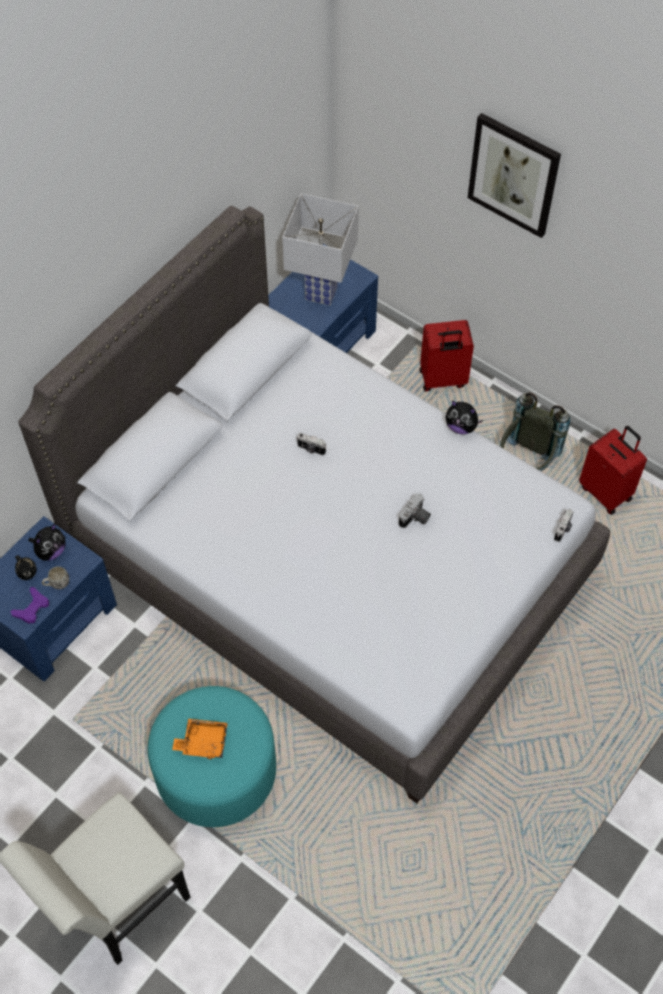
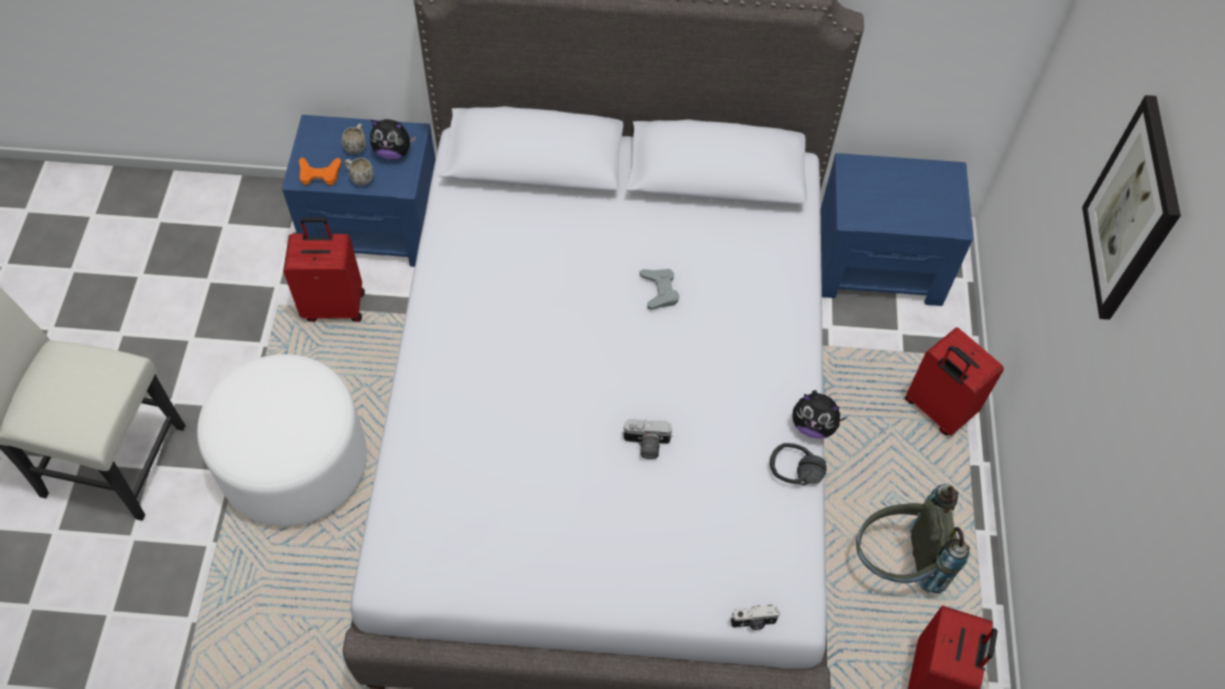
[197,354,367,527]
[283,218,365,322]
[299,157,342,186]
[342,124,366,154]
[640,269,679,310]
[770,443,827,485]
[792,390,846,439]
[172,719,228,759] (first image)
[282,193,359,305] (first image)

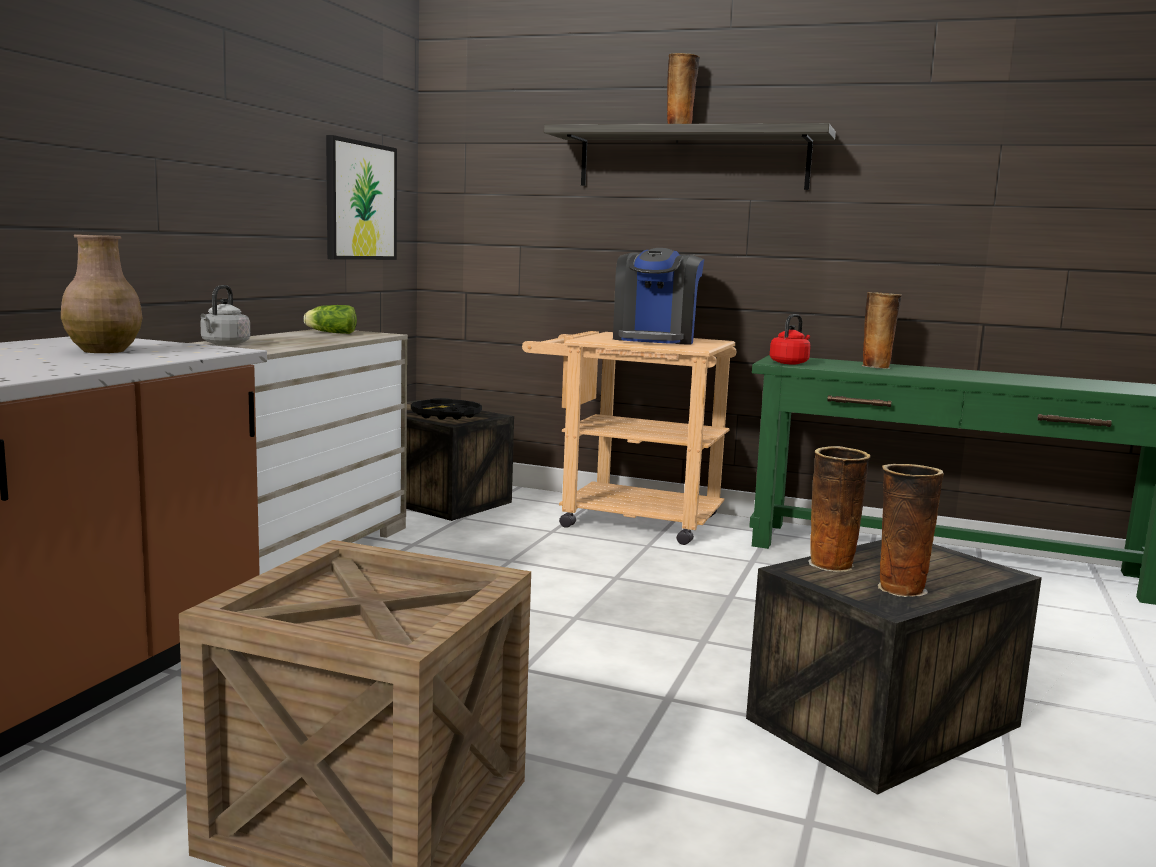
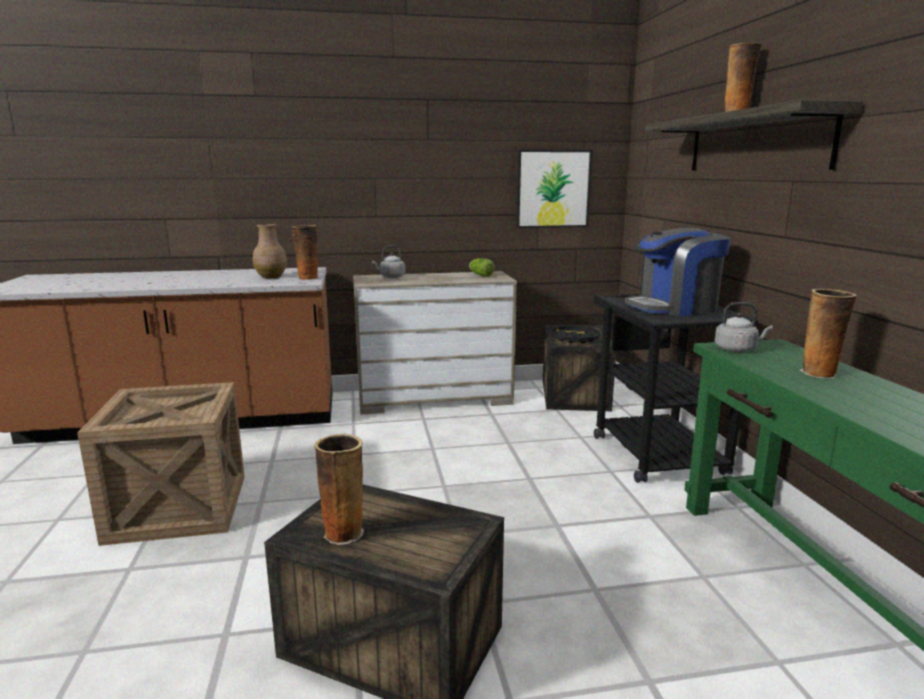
[291,225,319,280]
[593,294,759,483]
[715,302,773,352]

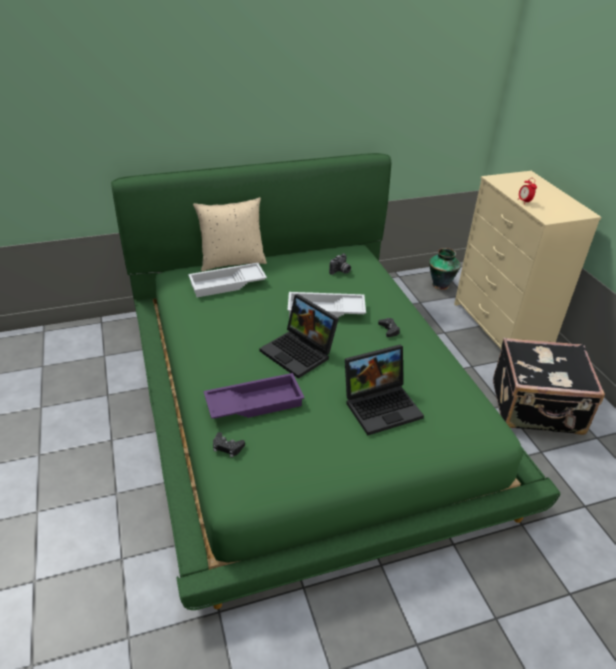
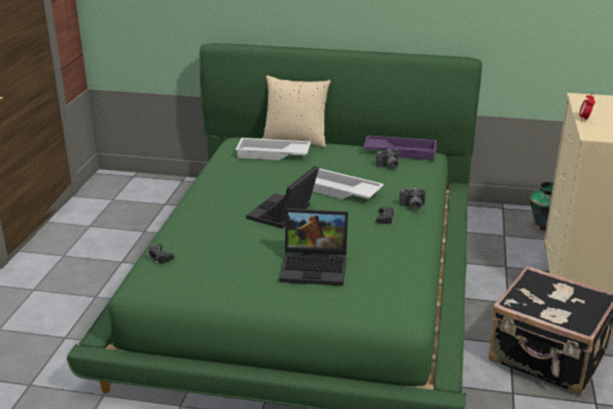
[246,166,319,229]
[364,135,437,160]
[399,188,426,210]

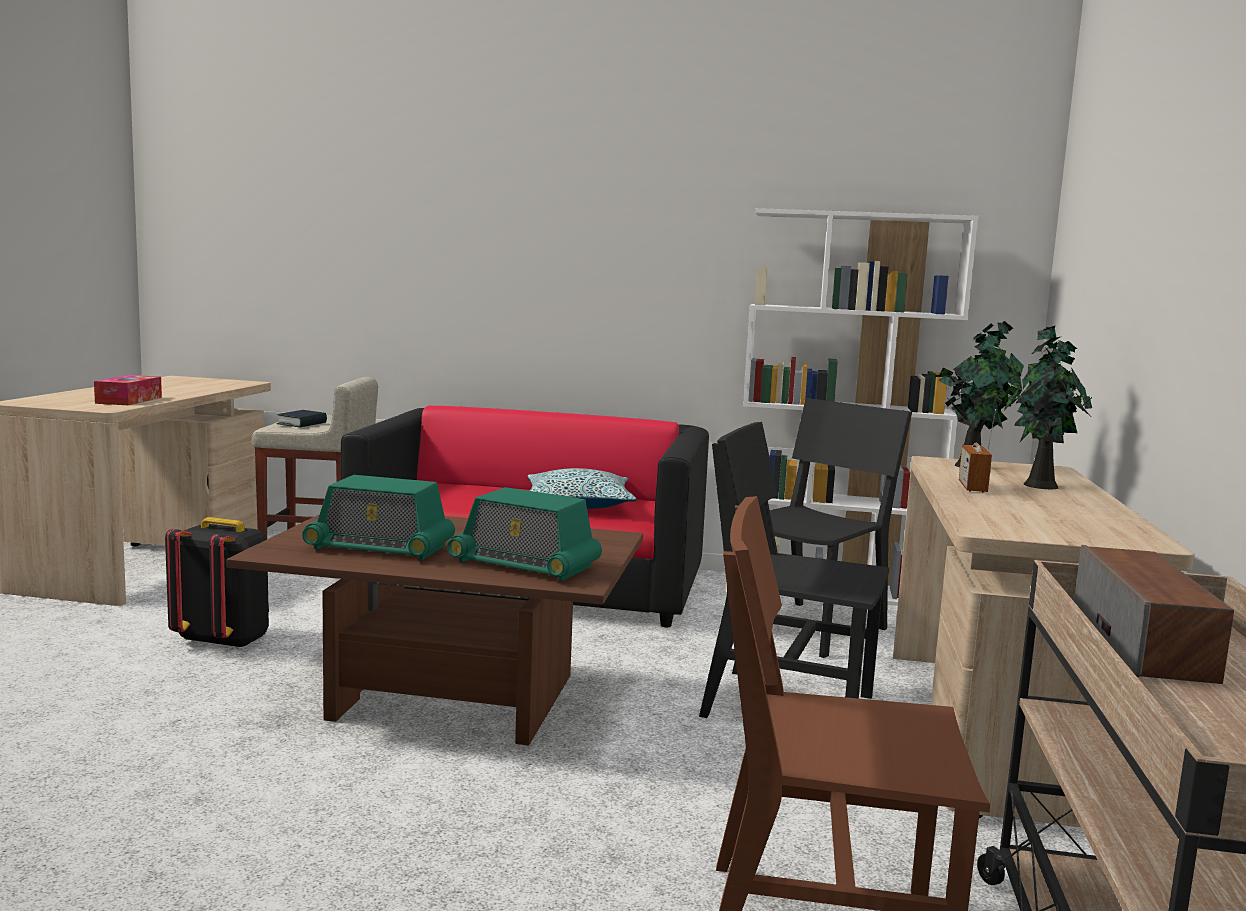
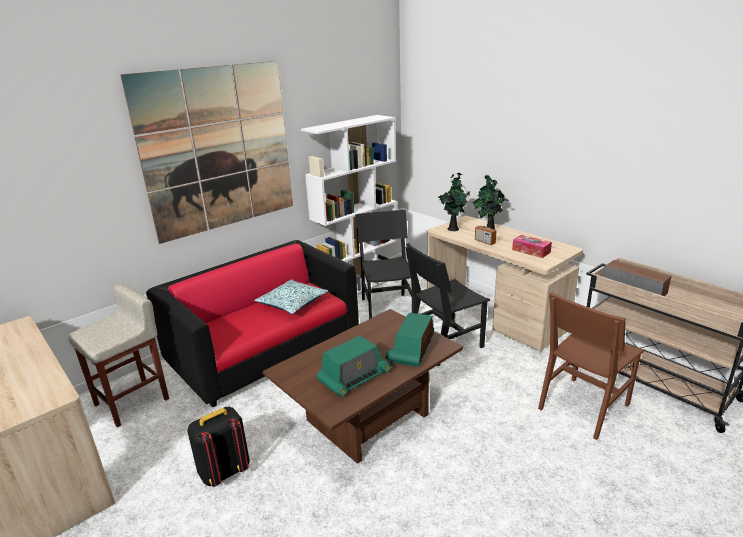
[120,61,293,244]
[386,313,434,367]
[512,235,552,258]
[276,410,327,428] (first image)

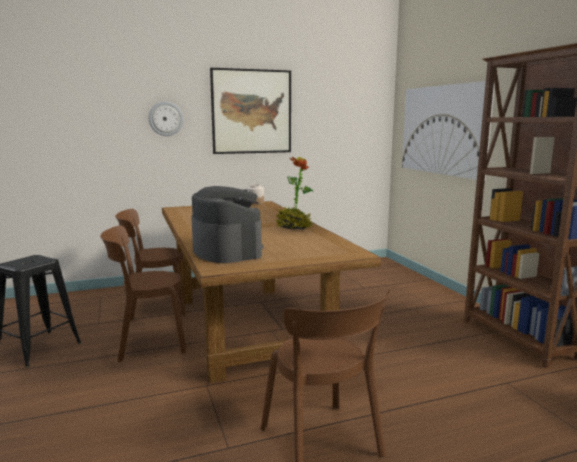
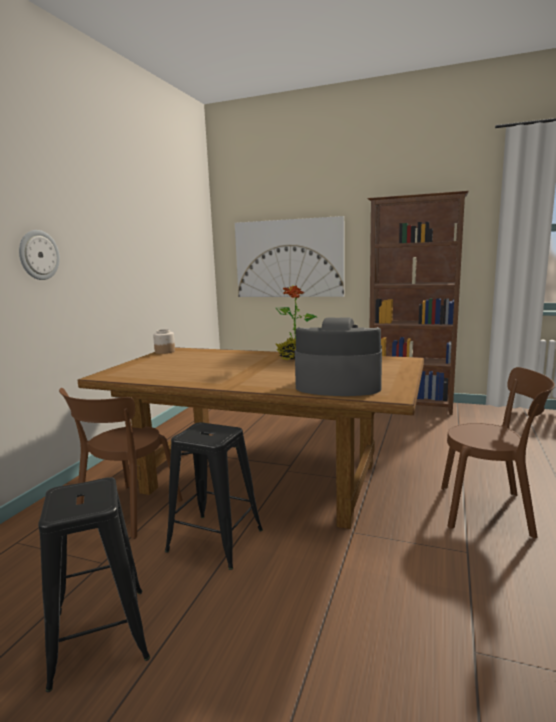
[165,422,263,570]
[210,68,291,154] (first image)

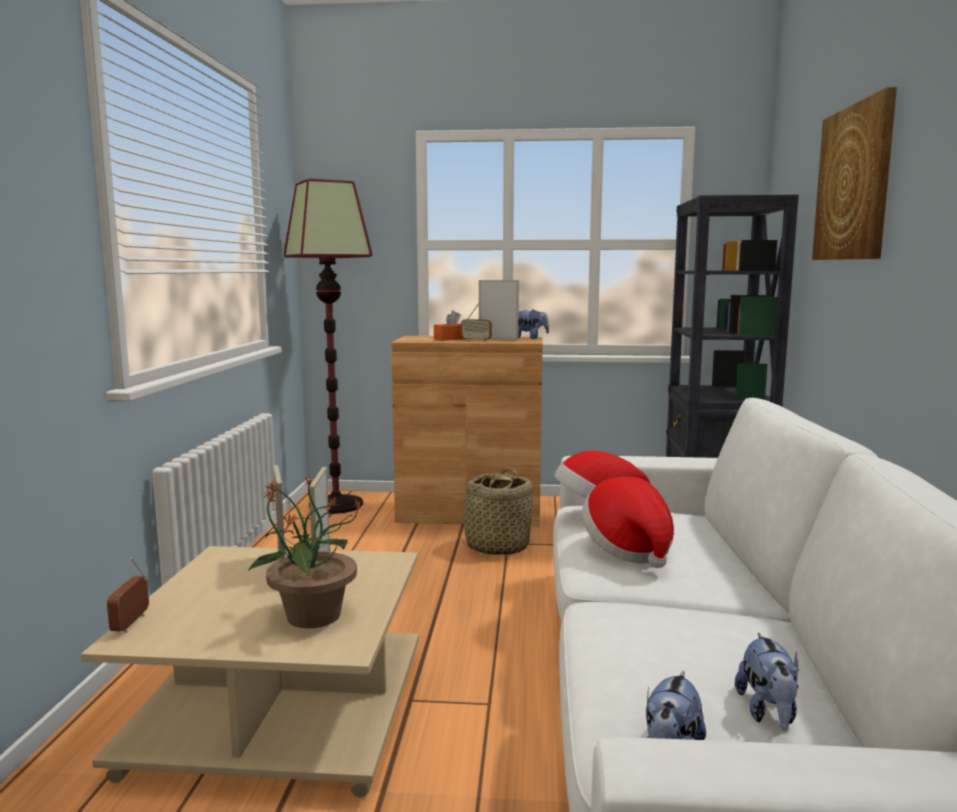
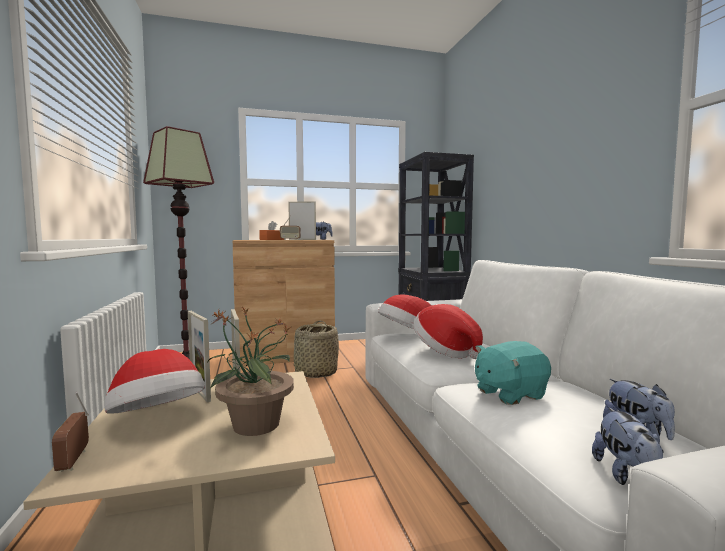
[104,349,205,414]
[475,341,551,405]
[812,87,897,260] (first image)

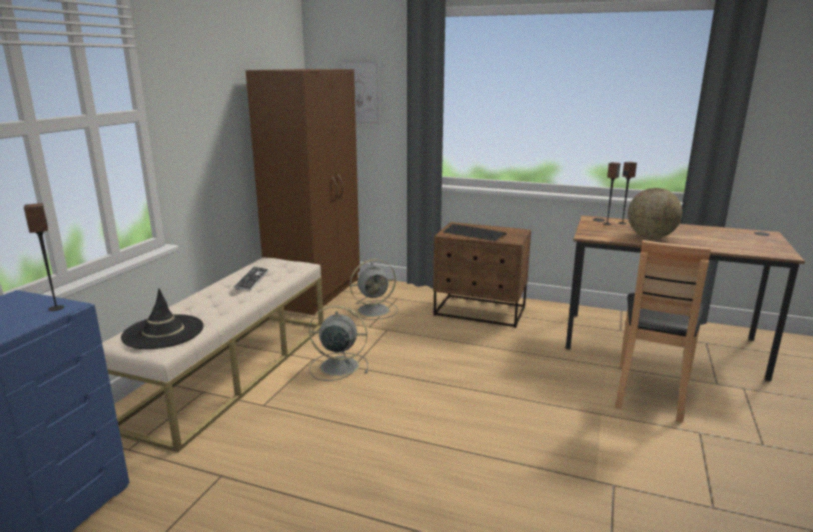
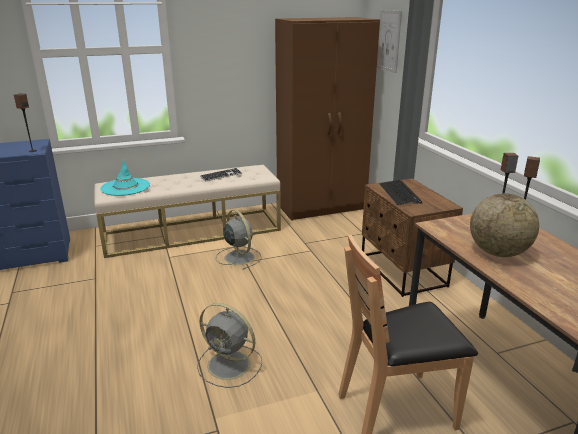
[100,160,150,196]
[197,303,262,388]

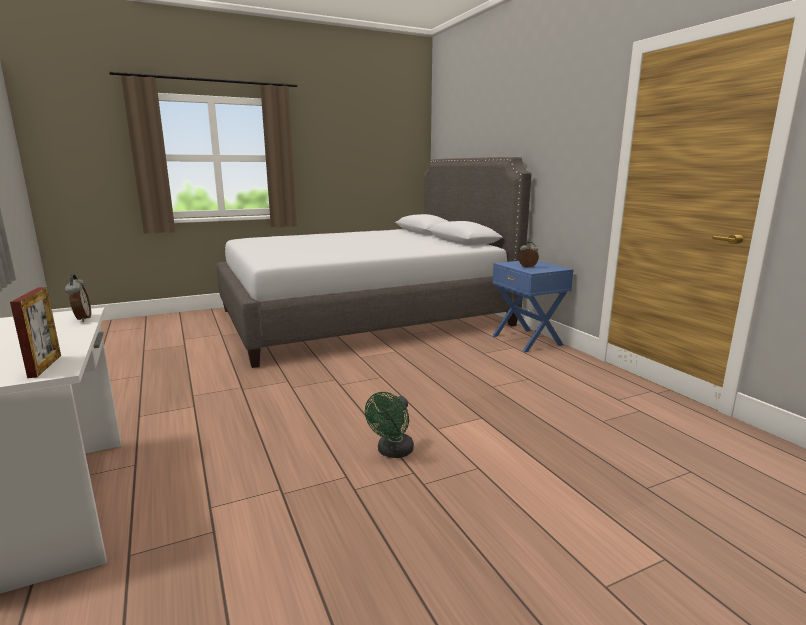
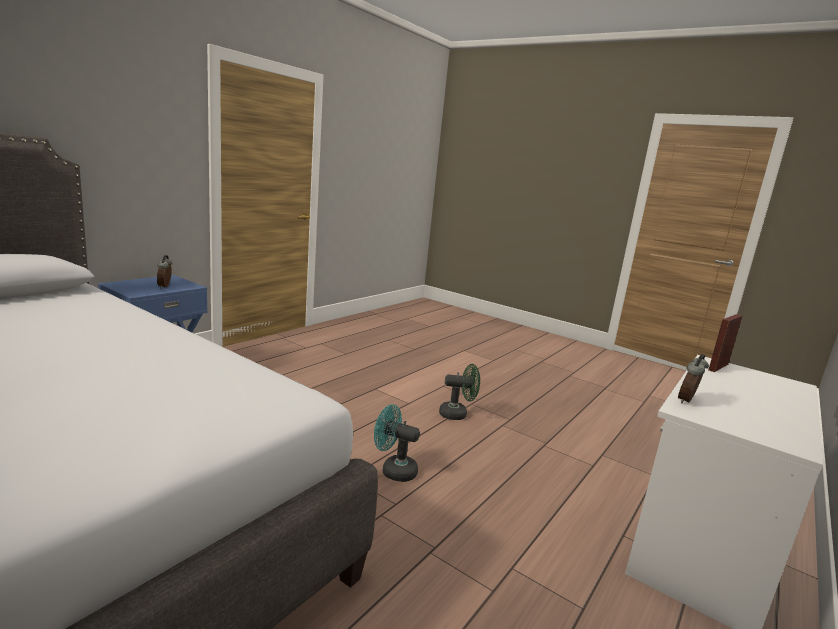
[374,404,420,482]

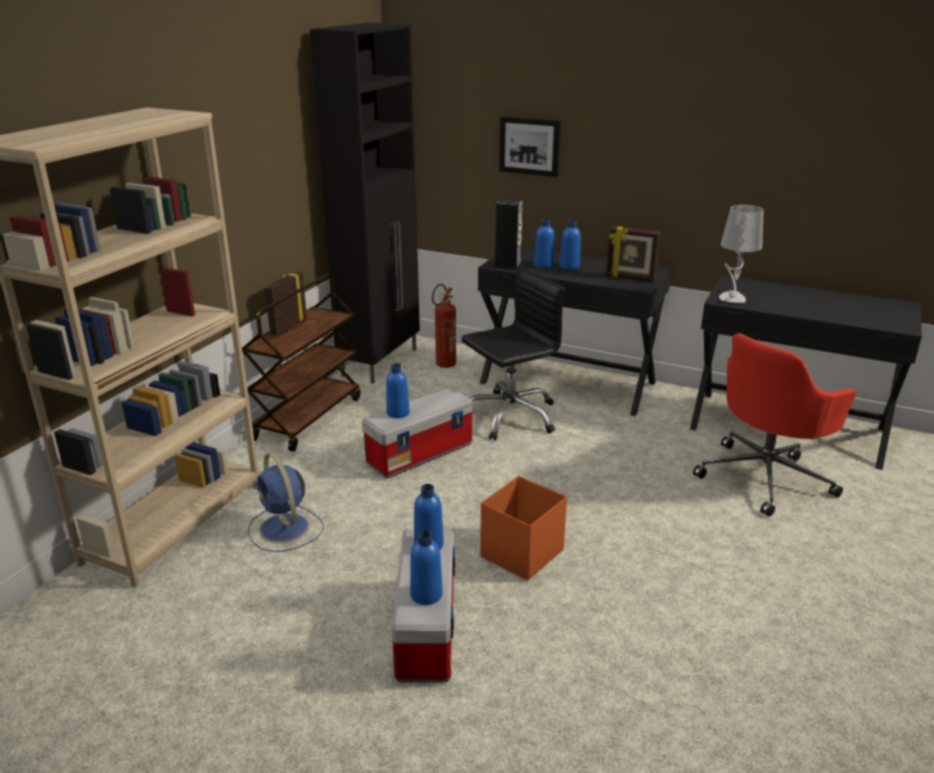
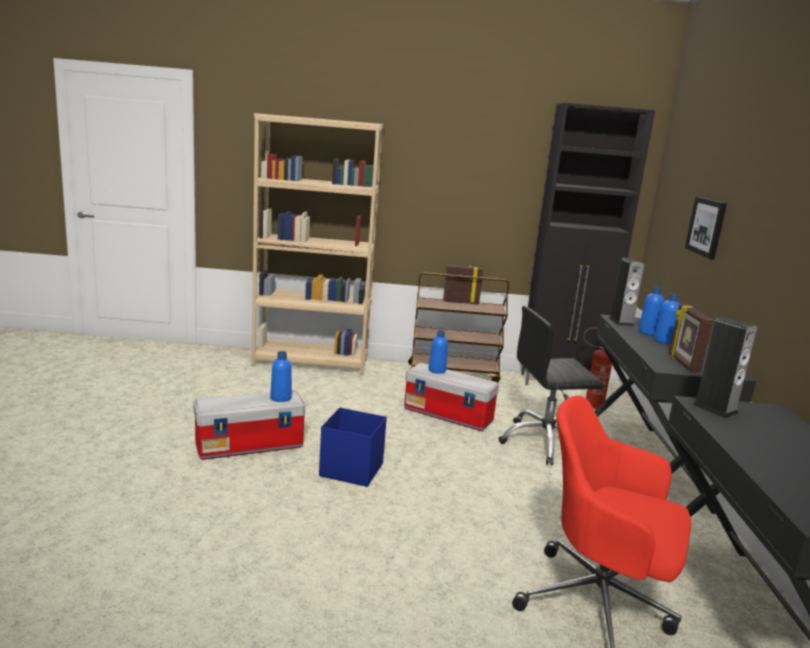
[319,408,387,487]
[499,306,604,465]
[692,317,758,418]
[248,453,324,552] (first image)
[410,530,443,605] (first image)

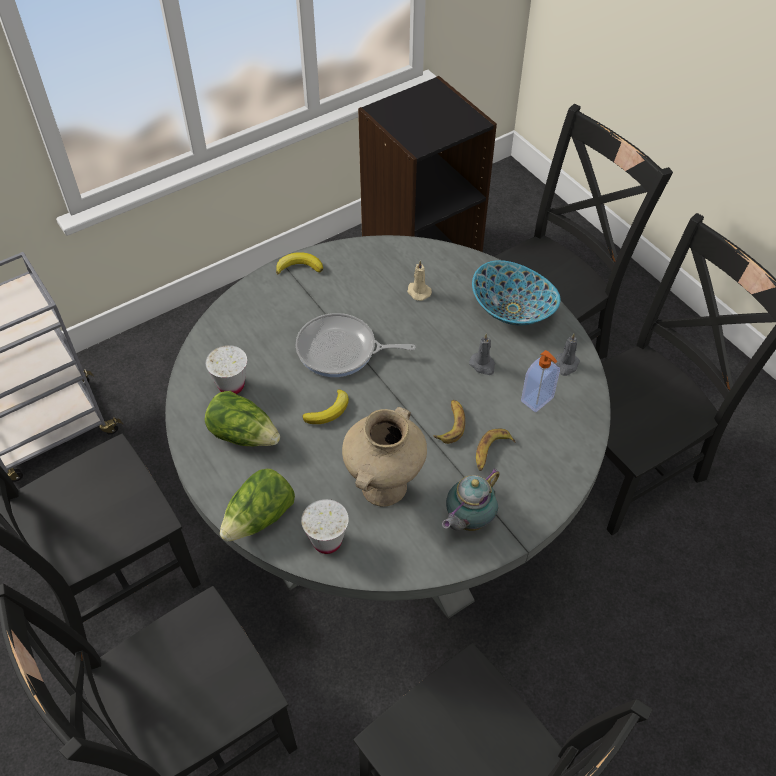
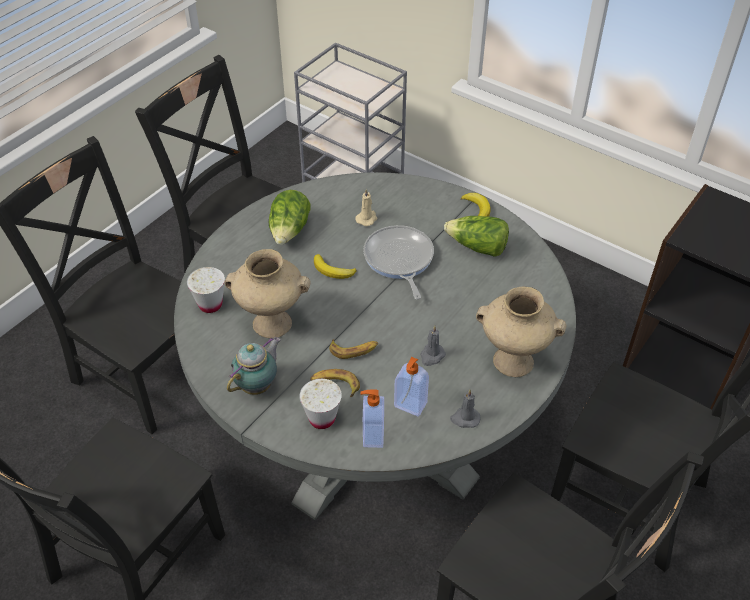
[227,337,281,395]
[299,379,342,429]
[355,188,377,226]
[360,389,384,448]
[444,216,509,257]
[476,287,566,377]

